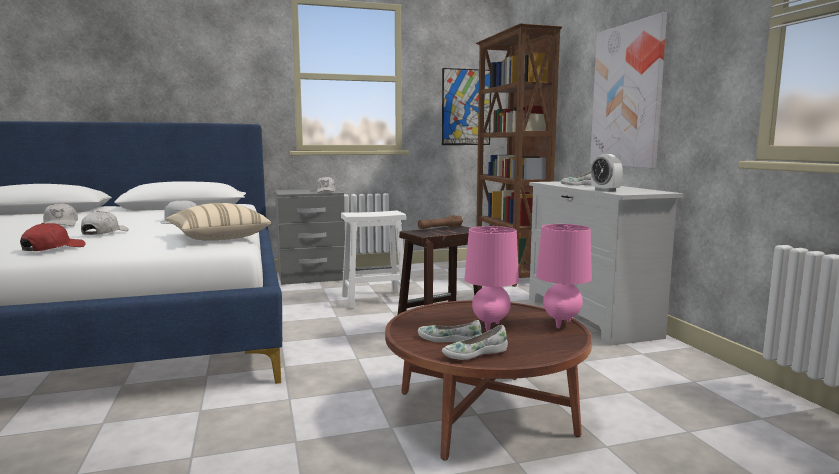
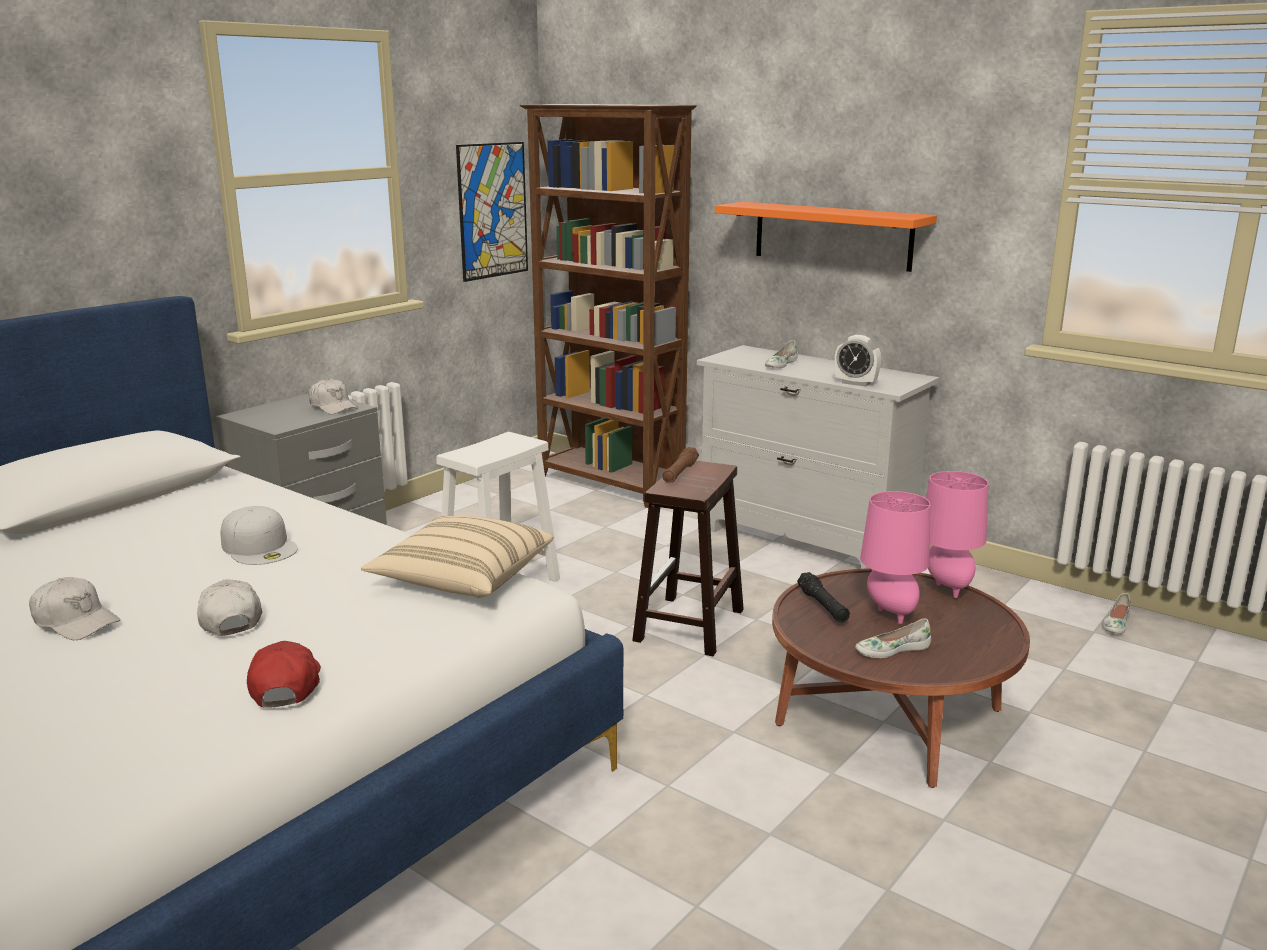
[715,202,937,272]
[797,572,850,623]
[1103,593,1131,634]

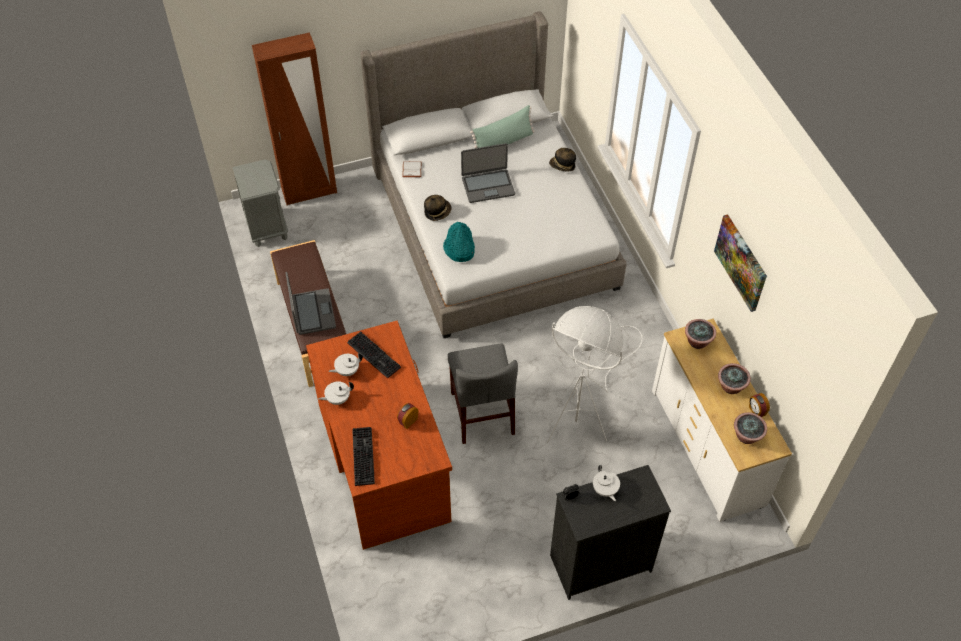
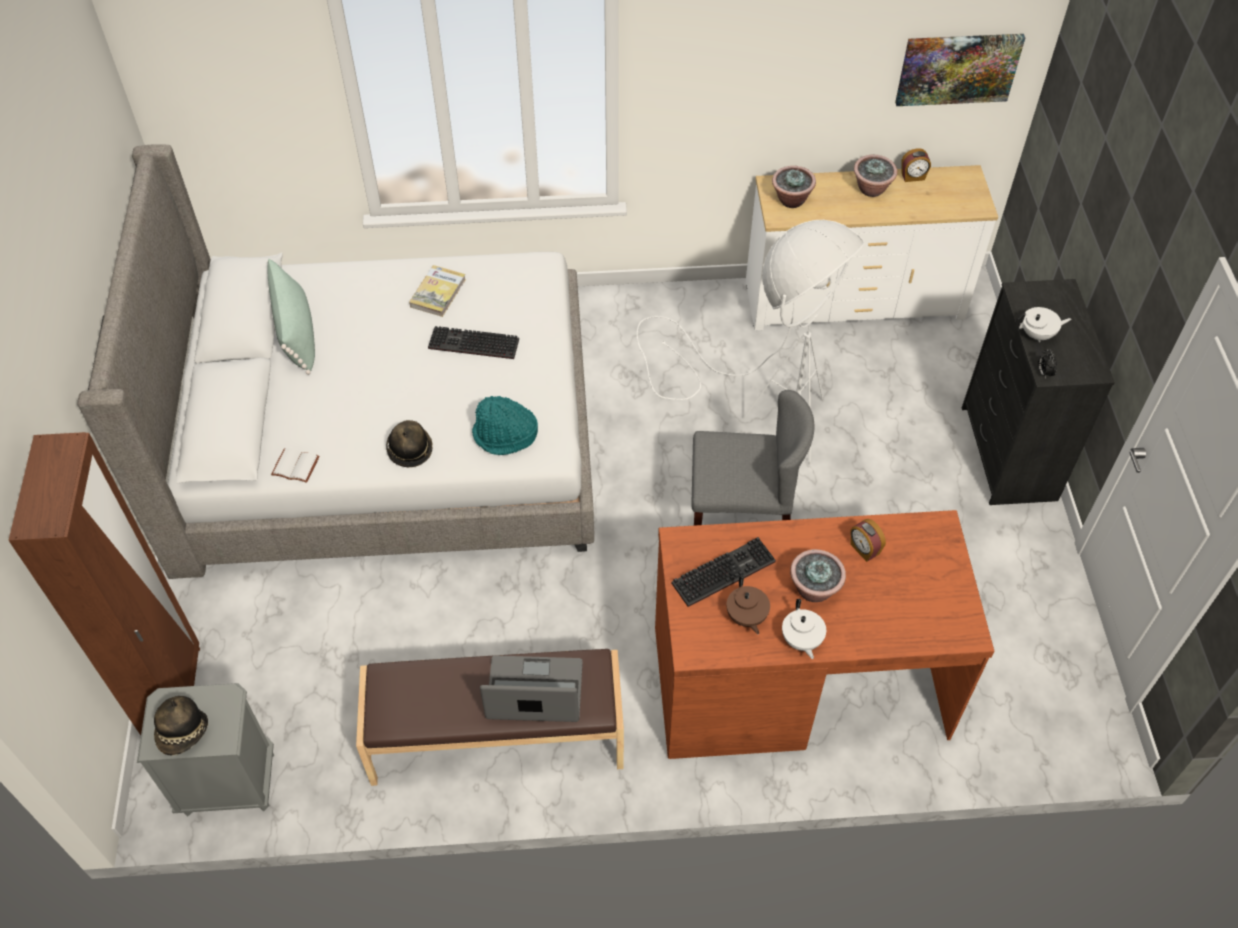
[154,696,208,755]
[409,265,466,317]
[428,326,519,359]
[726,576,770,634]
[790,549,846,602]
[895,34,1025,106]
[461,143,515,203] (first image)

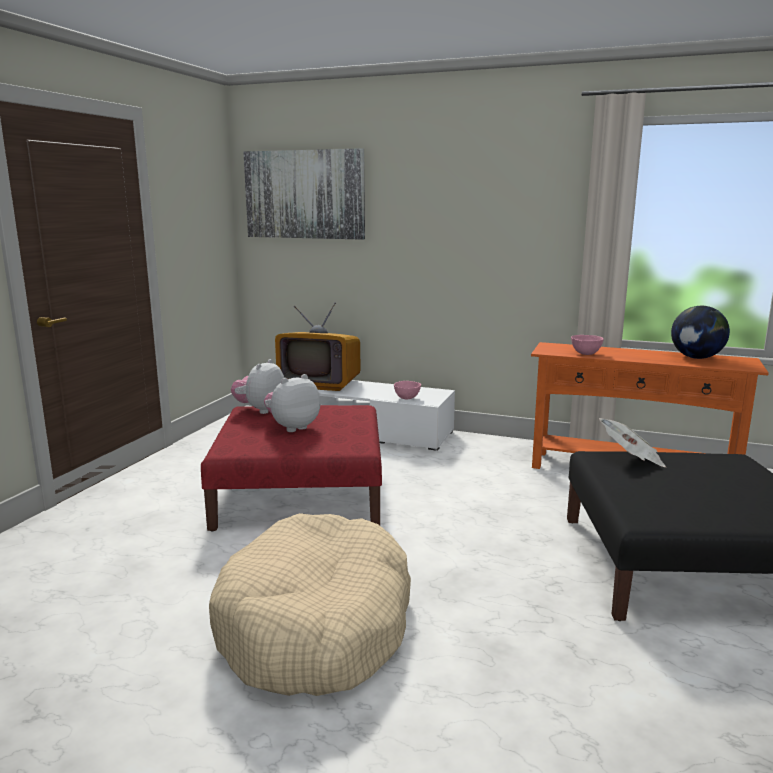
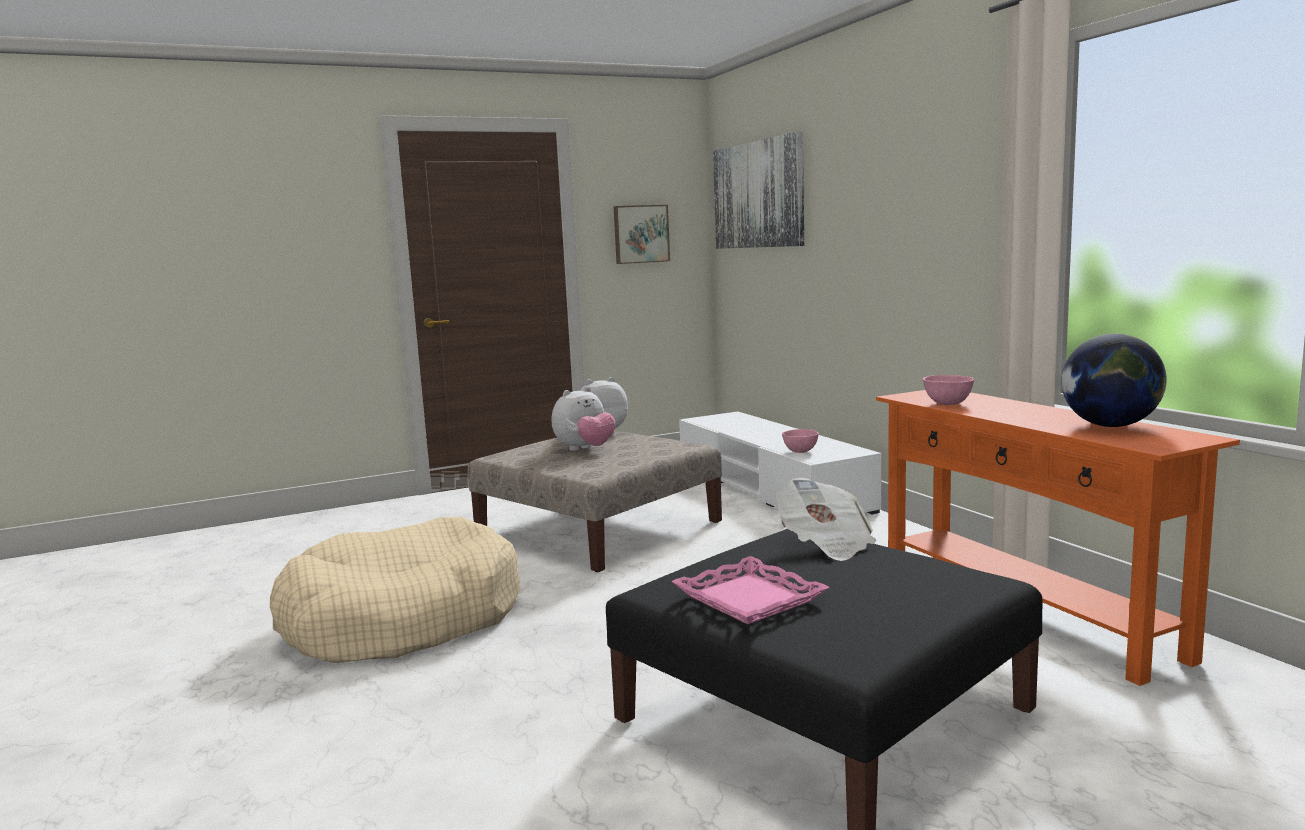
[468,431,722,572]
[552,387,616,451]
[614,205,670,264]
[671,556,830,624]
[275,302,360,391] (first image)

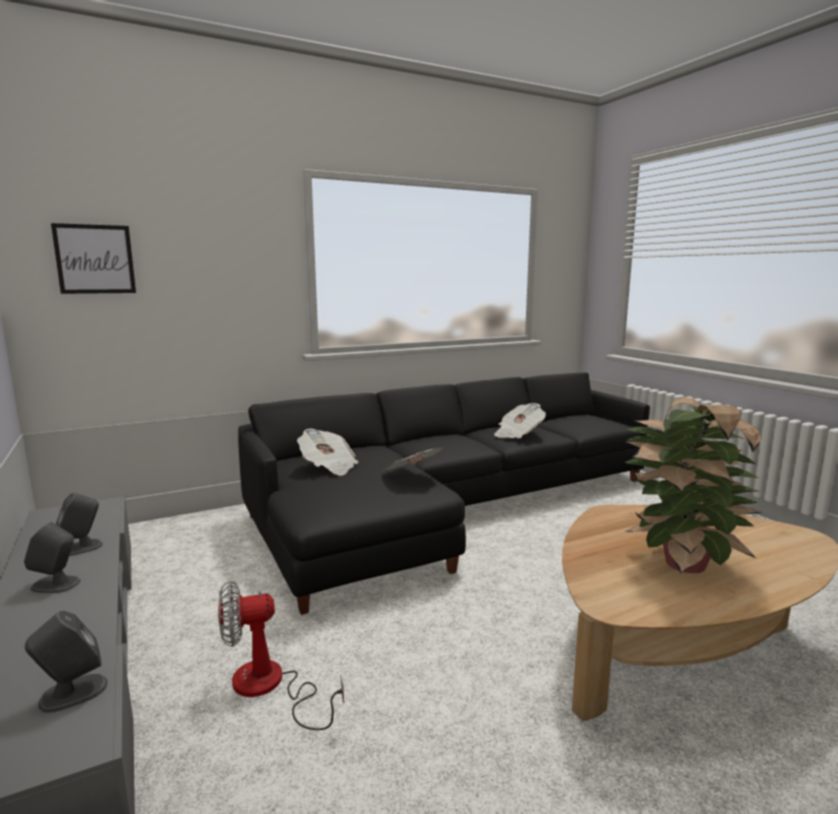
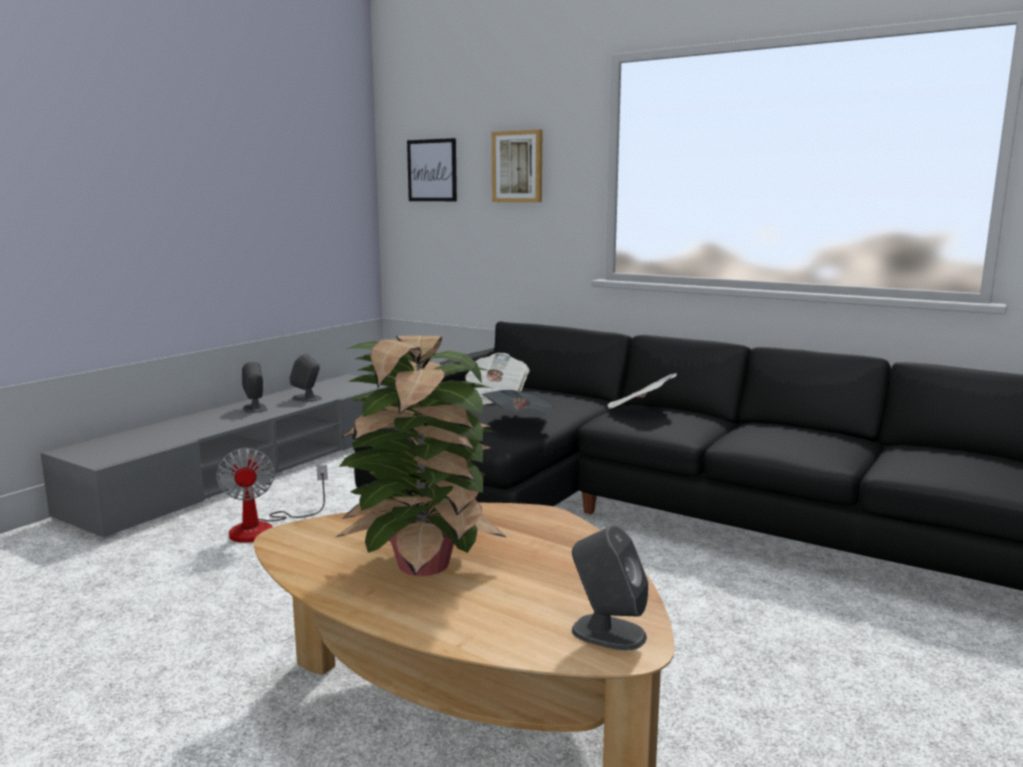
[216,448,328,543]
[492,129,542,202]
[572,525,648,650]
[608,373,677,409]

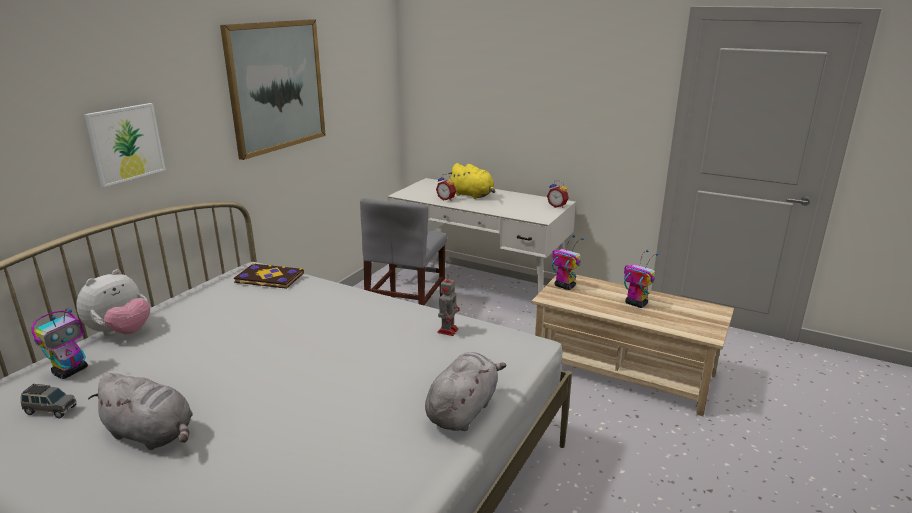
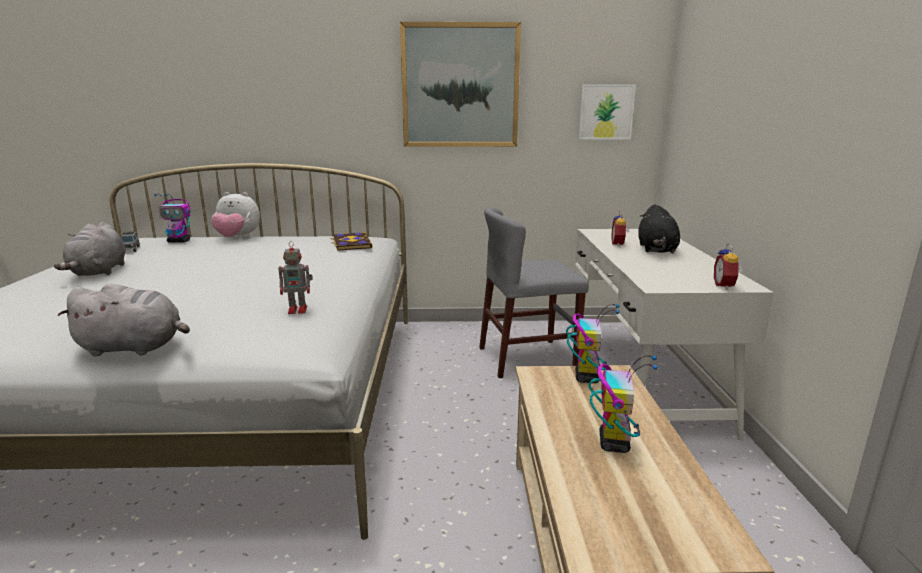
[579,84,636,139]
[638,204,680,253]

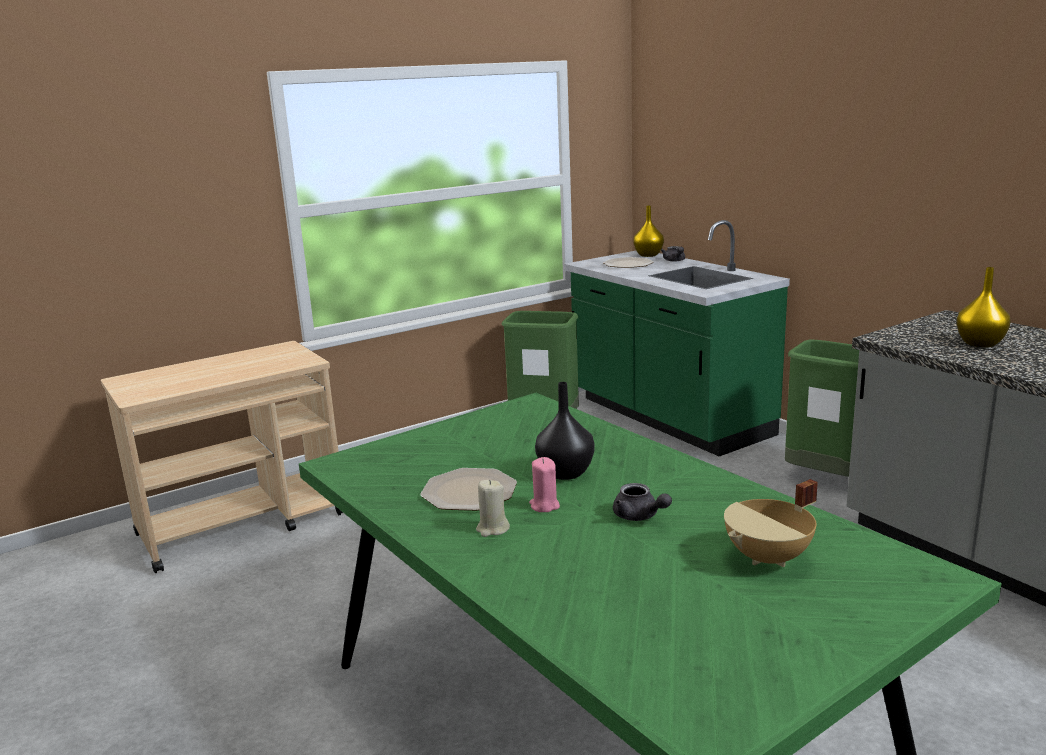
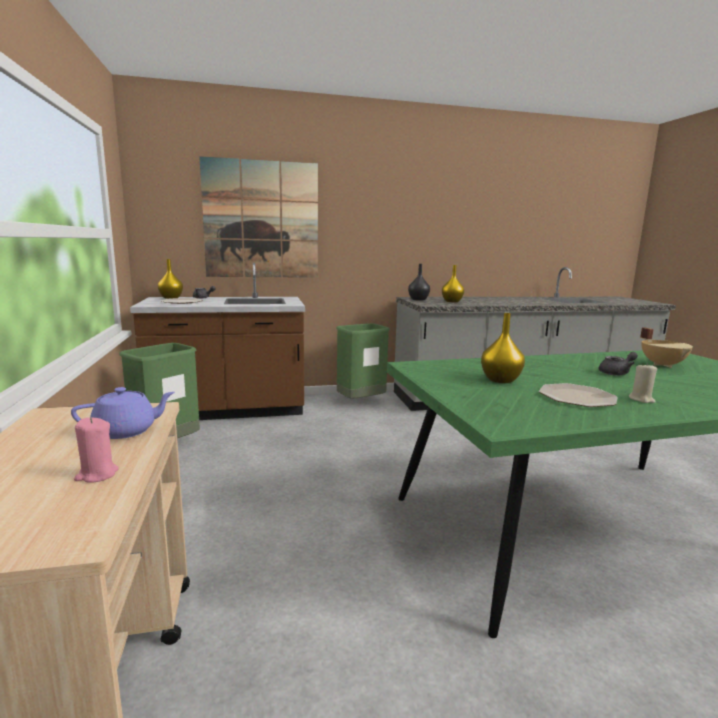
[71,387,175,439]
[74,417,119,483]
[130,263,305,420]
[199,156,318,278]
[408,264,430,301]
[481,313,525,383]

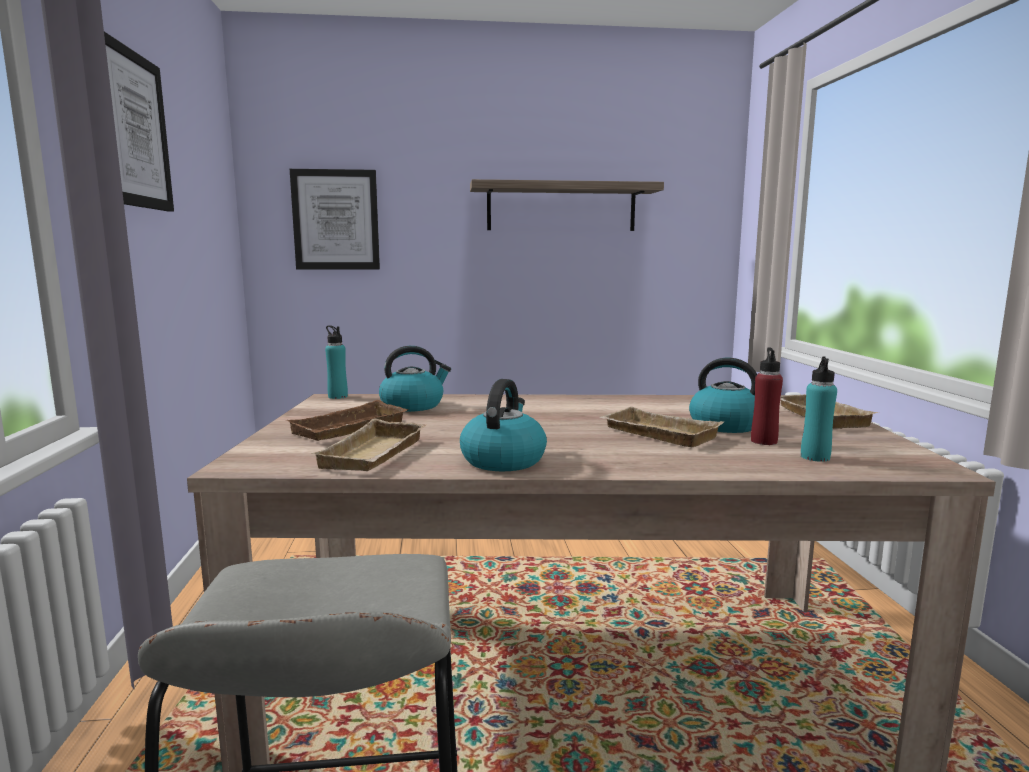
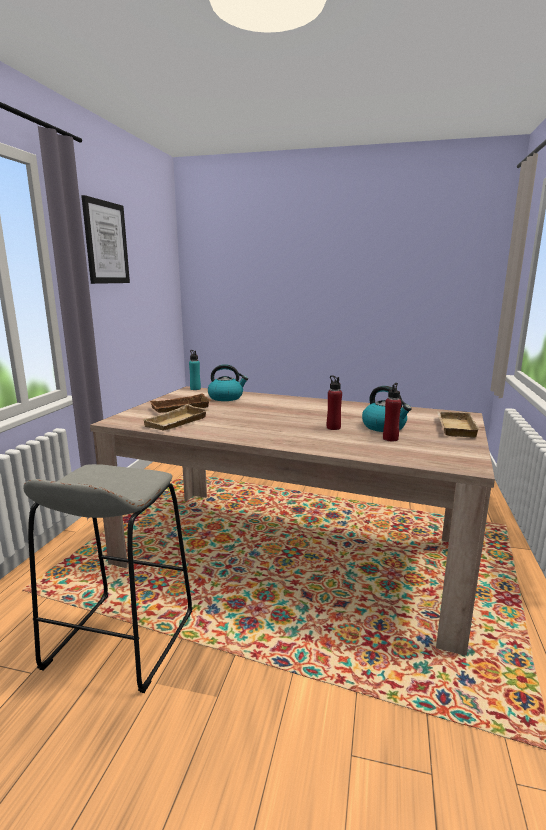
[327,375,342,430]
[290,169,380,270] (first image)
[460,379,547,471] (first image)
[470,179,664,231] (first image)
[801,356,837,462] (first image)

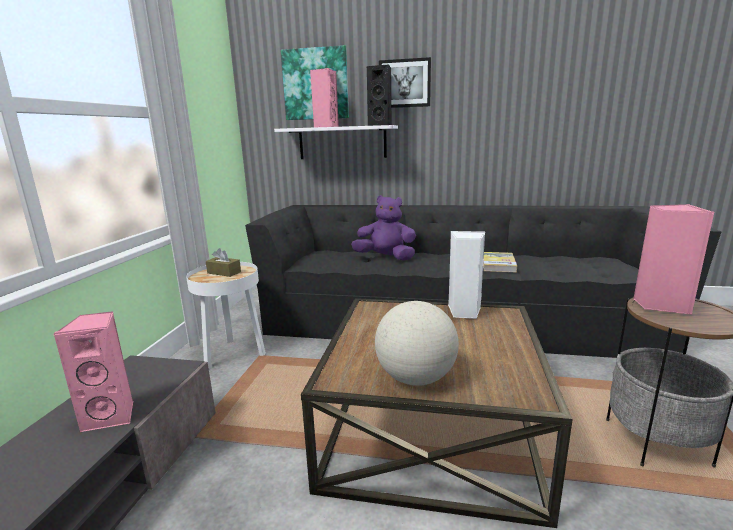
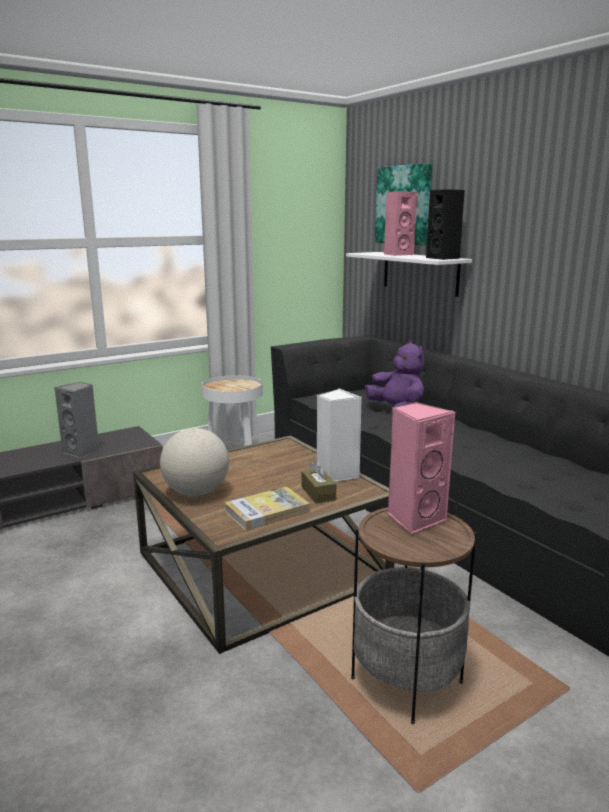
[54,382,100,459]
[224,486,310,531]
[301,461,336,504]
[379,57,431,108] (first image)

